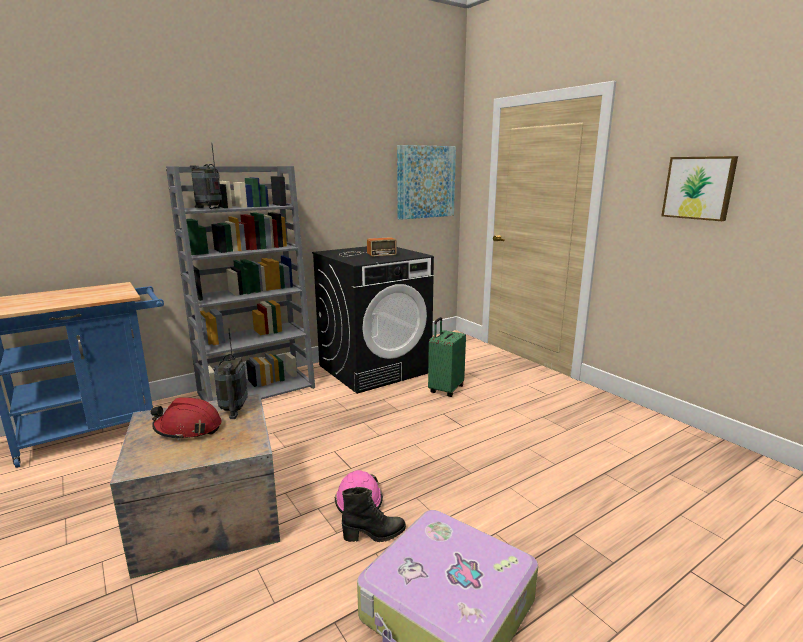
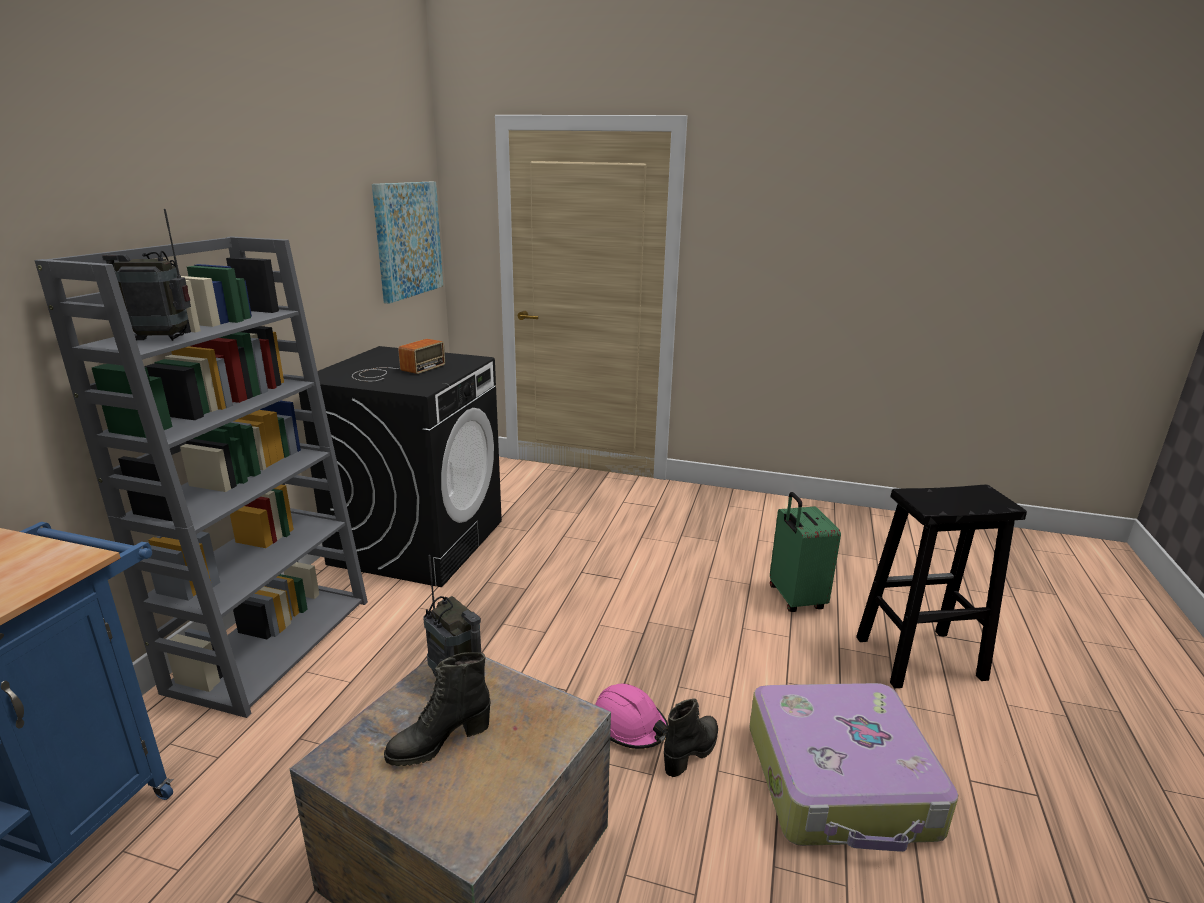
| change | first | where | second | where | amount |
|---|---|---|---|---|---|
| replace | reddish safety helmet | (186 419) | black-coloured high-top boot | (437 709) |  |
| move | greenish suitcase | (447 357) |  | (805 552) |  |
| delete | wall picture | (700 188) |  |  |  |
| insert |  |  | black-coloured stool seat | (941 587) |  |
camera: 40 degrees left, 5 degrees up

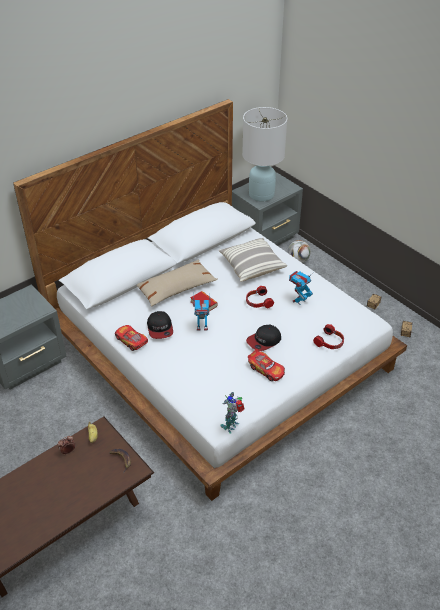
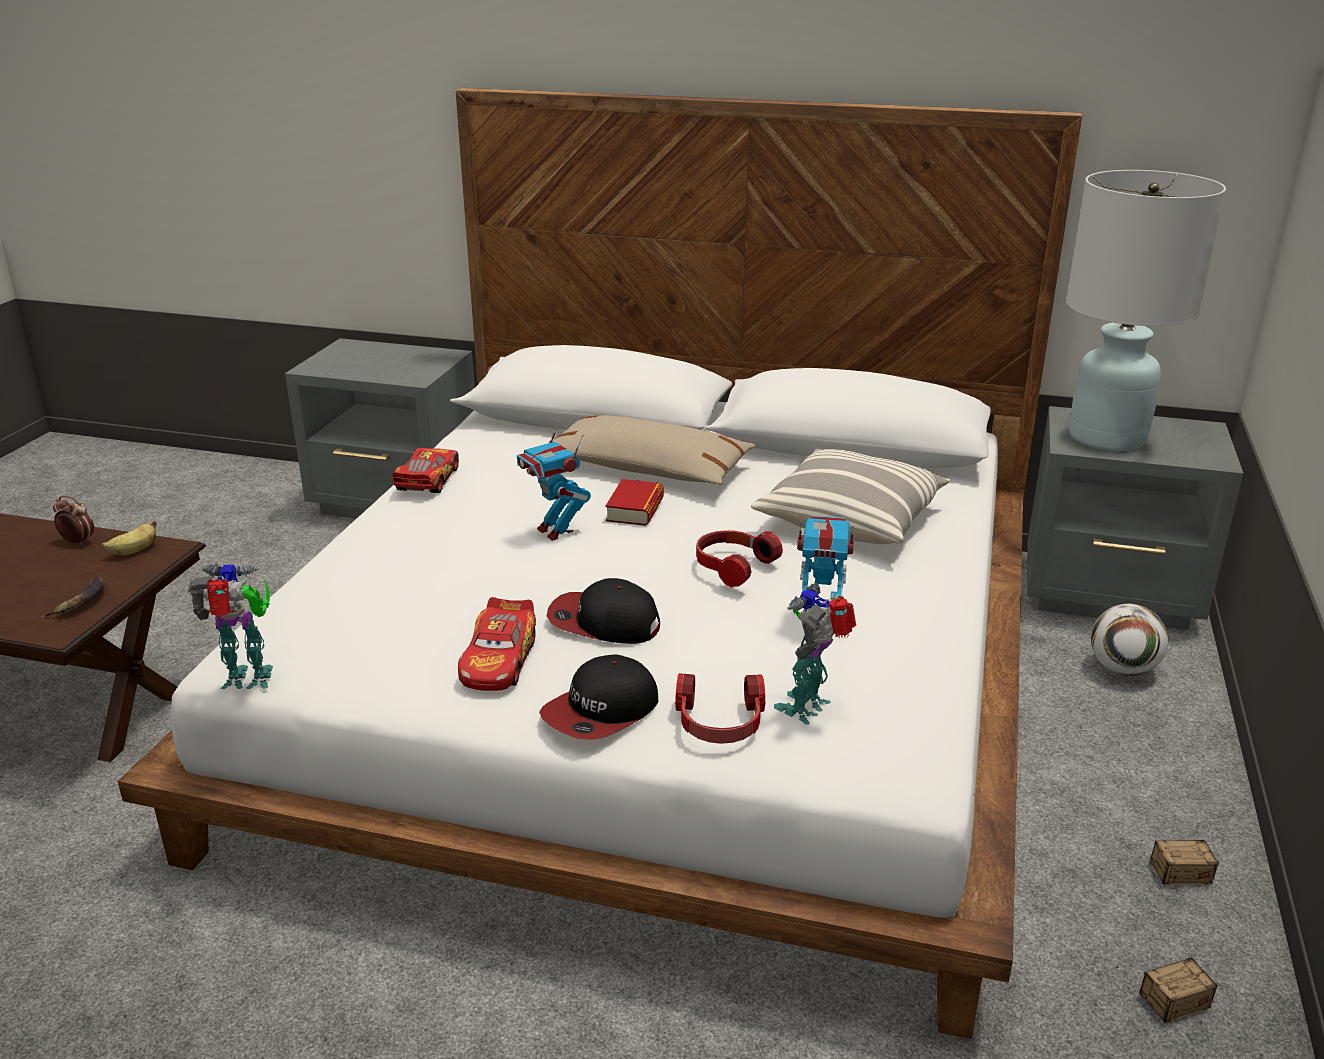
| change | first | where | second | where | amount |
|---|---|---|---|---|---|
| move | baseball cap | (160 325) |  | (598 697) |  |
| insert |  |  | toy robot | (815 654) |  |
camera: 55 degrees right, 15 degrees down

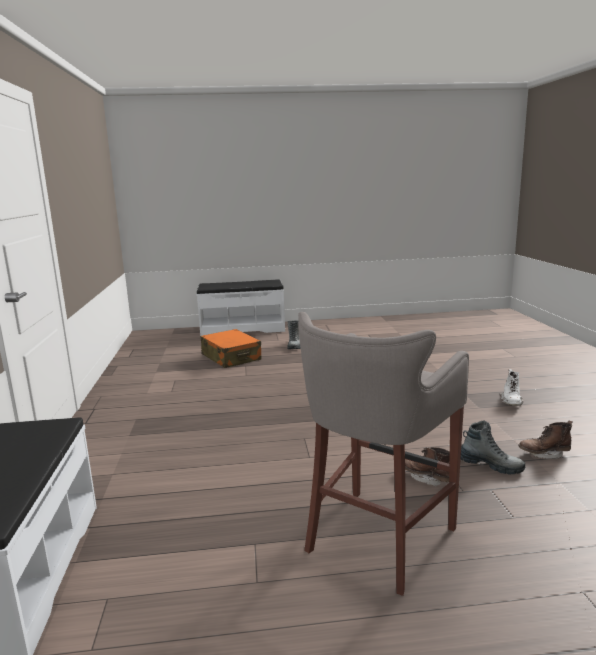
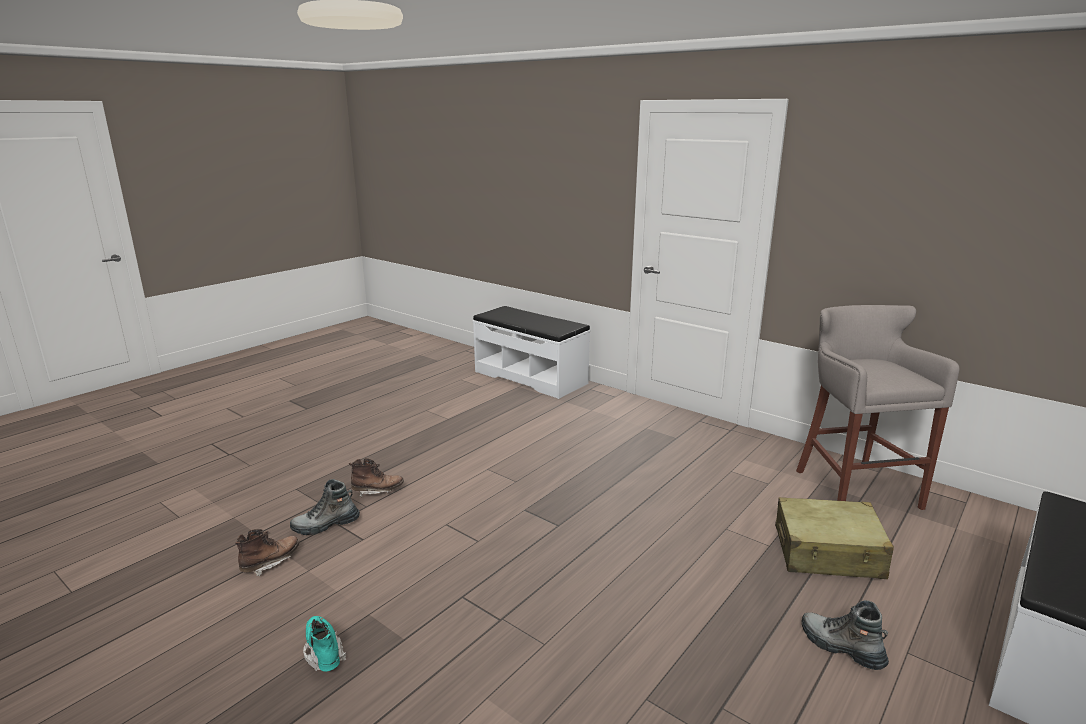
| change | first | where | second | where | amount |
|---|---|---|---|---|---|
| recolor | orange-coloured suitcase | (231 348) | beige suitcase | (834 538) |  |
| move | greyish stool seat | (383 454) |  | (878 407) |  |
| recolor | whitish high-top boot | (512 387) | blue-green high-top boot | (324 644) |  |
camera: 135 degrees right, 5 degrees up

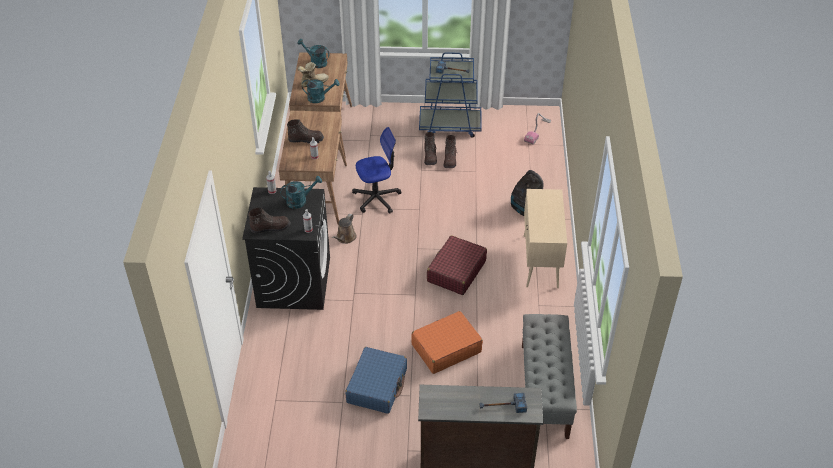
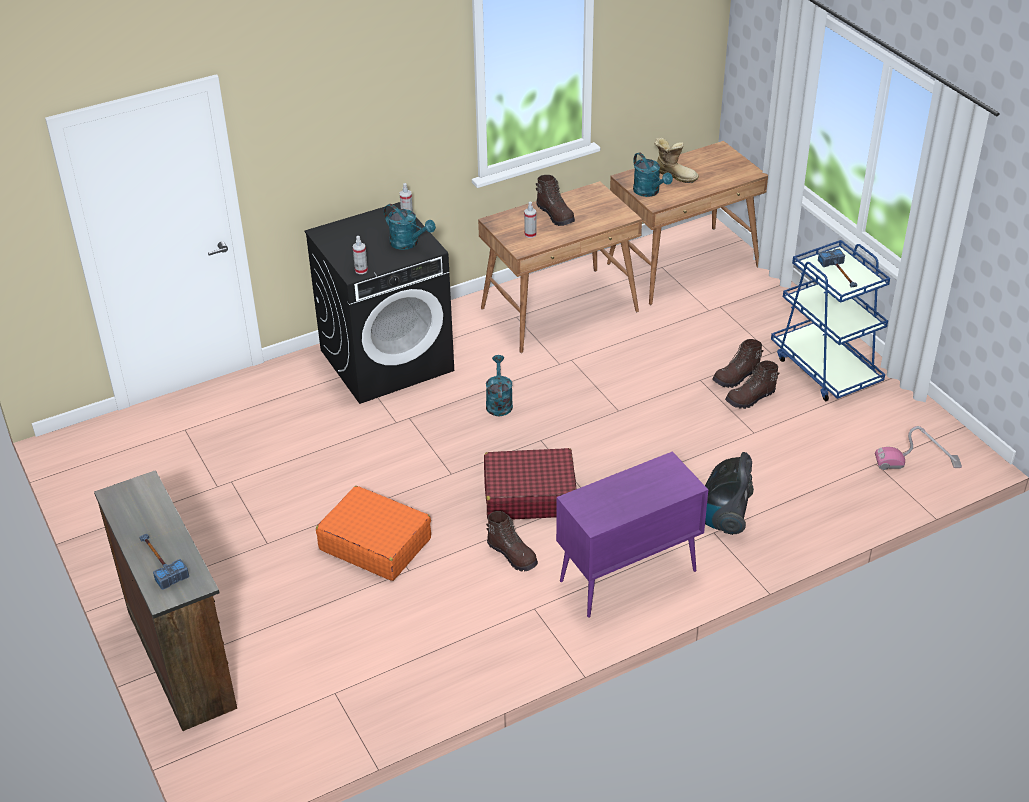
| change | first | where | second | where | amount |
|---|---|---|---|---|---|
| move | brown-coloured high-top boot | (269 220) |  | (512 541) |  |
| move | blue-green sprinkling can | (313 53) |  | (499 385) |  |
| delete | brown-coloured sprinkling can | (344 229) |  |  |  |
| delete | blue-coloured suitcase | (376 380) |  |  |  |
| delete | desk chair | (377 170) |  |  |  |
| delete | greyish long seat | (549 376) |  |  |  |
| recolor | beige storage cabinet | (545 238) | purplish storage cabinet | (632 534) |  |
camera: 60 degrees right, 5 degrees down

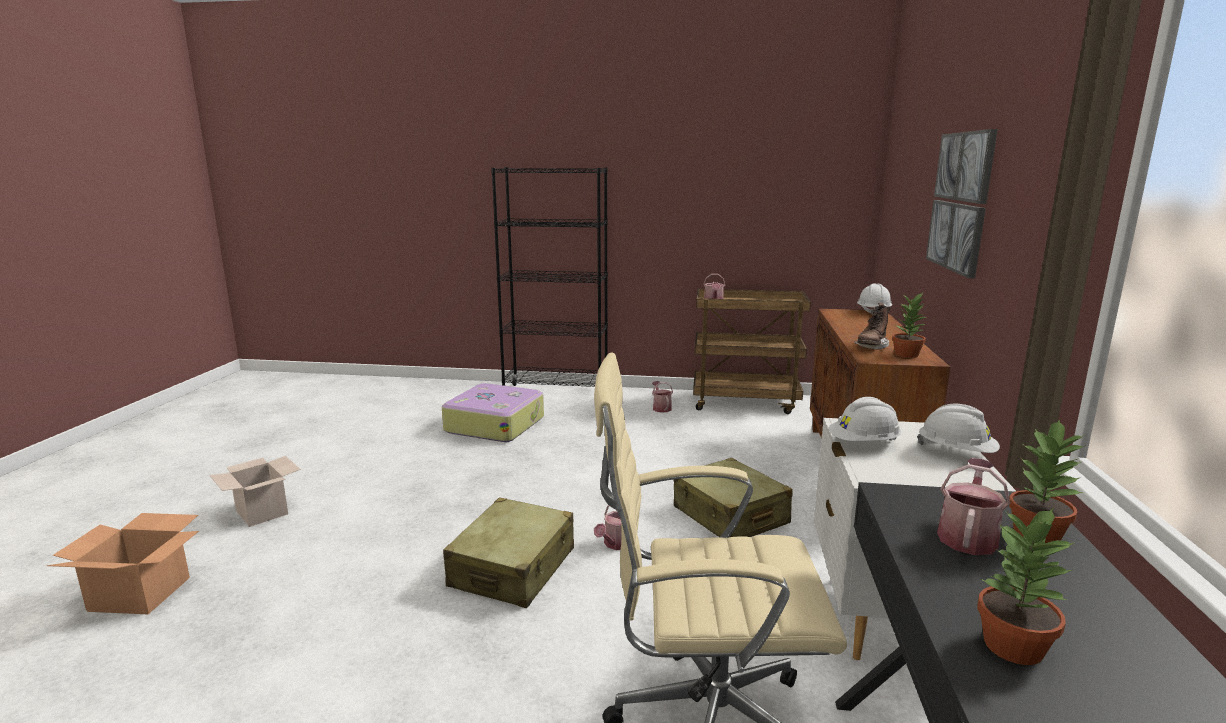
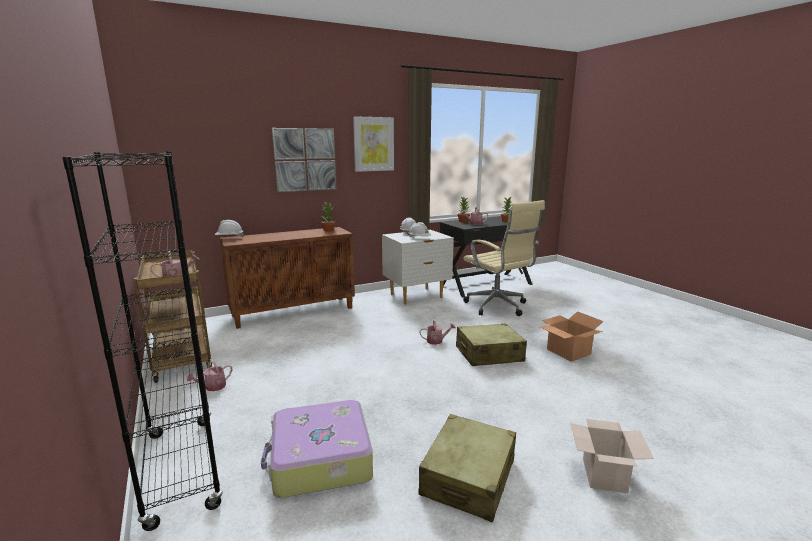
| change | first | where | second | where | amount |
|---|---|---|---|---|---|
| move | carton | (123 563) |  | (571 336) |  |
| move | beige suitcase | (733 497) |  | (467 468) |  |
| delete | brown-coloured high-top boot | (873 326) |  |  |  |
| insert |  |  | wall picture | (373 144) |  |
camera: 125 degrees left, 0 degrees up

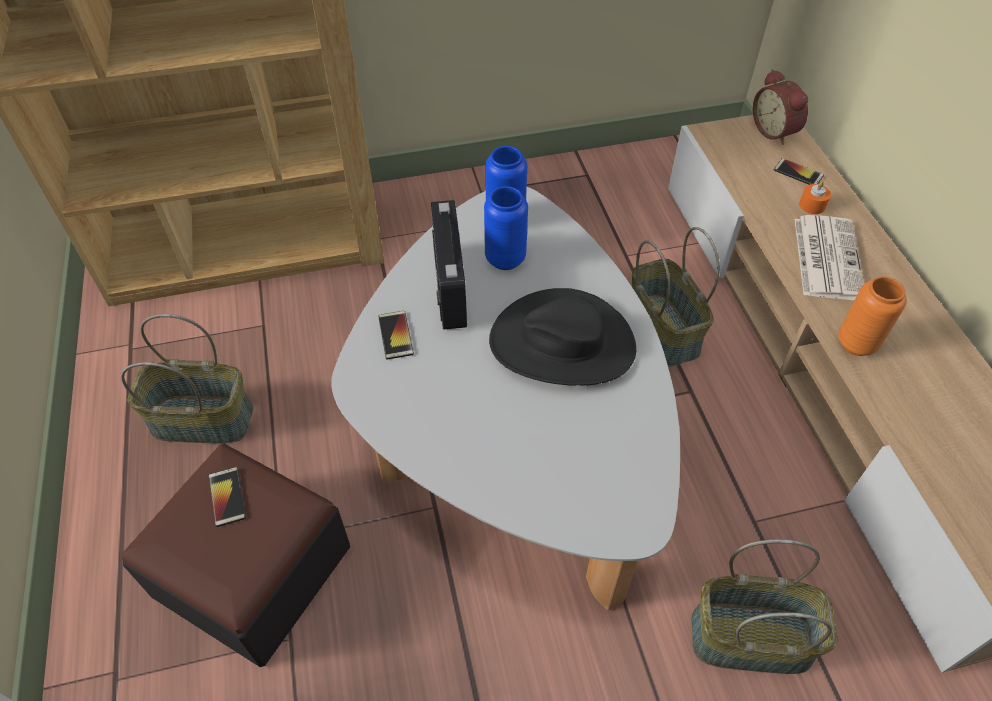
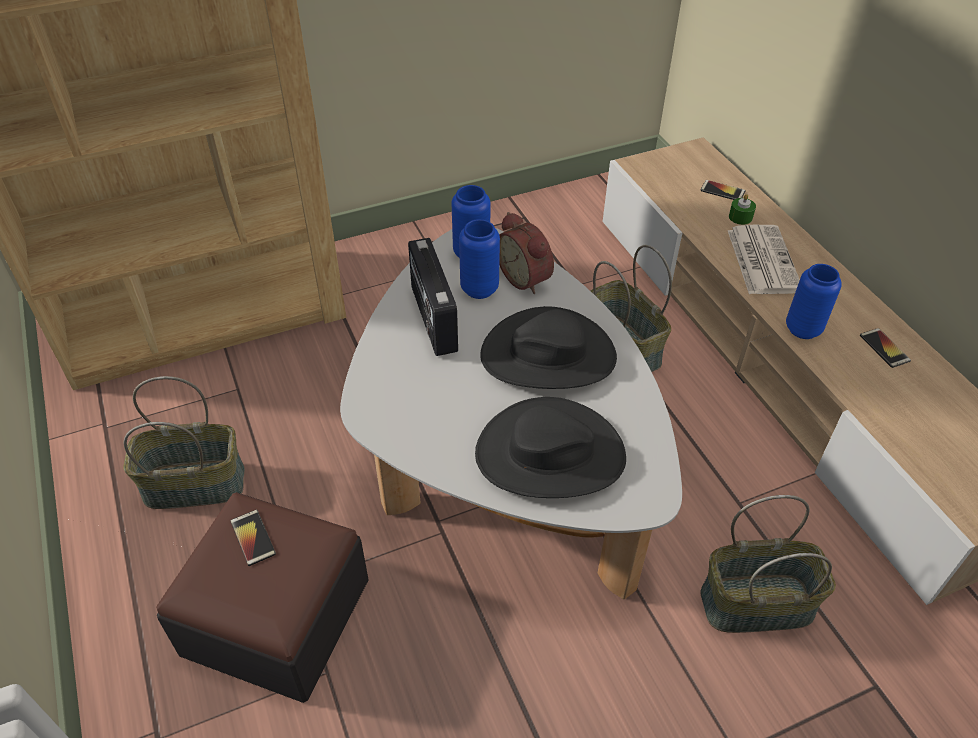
| change | first | where | second | where | amount |
|---|---|---|---|---|---|
| move | handset | (396 335) |  | (885 348) |  |
| move | table clock | (780 107) |  | (526 253) |  |
| recolor | orange-coloured candle | (815 197) | greenish candle | (742 209) |  |
| recolor | orange-coloured decorative vase | (872 316) | blue-coloured decorative vase | (814 301) |  |
| insert |  |  | black-coloured hat | (550 447) |  |
camera: 10 degrees left, 5 degrees down

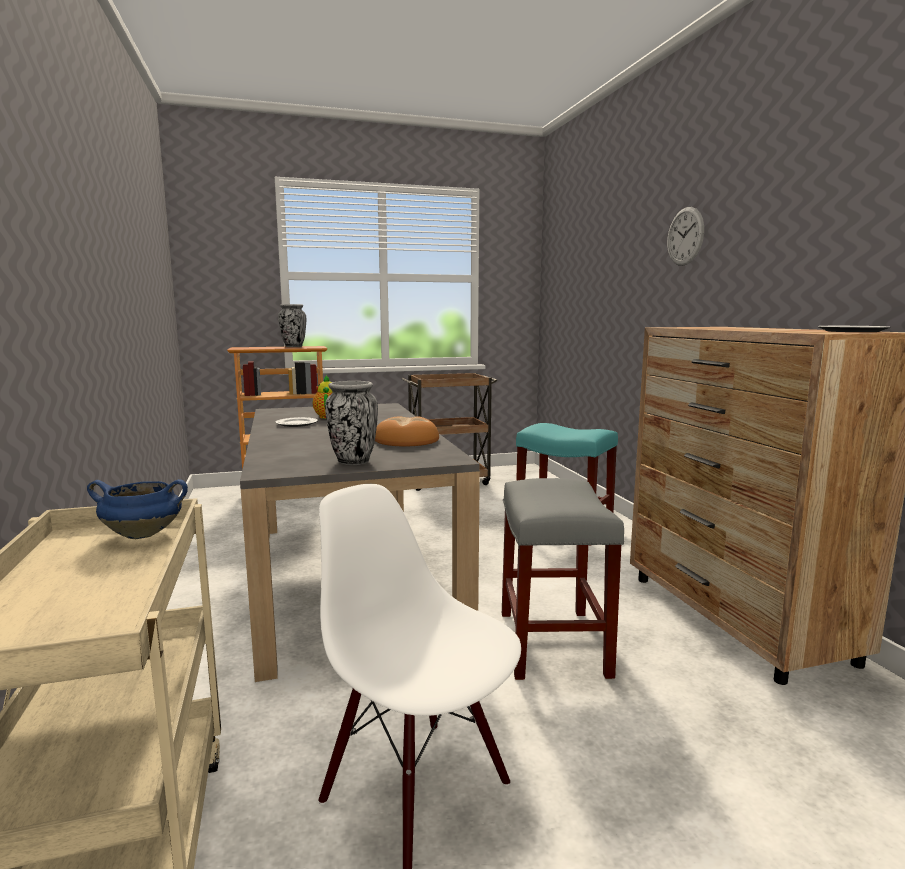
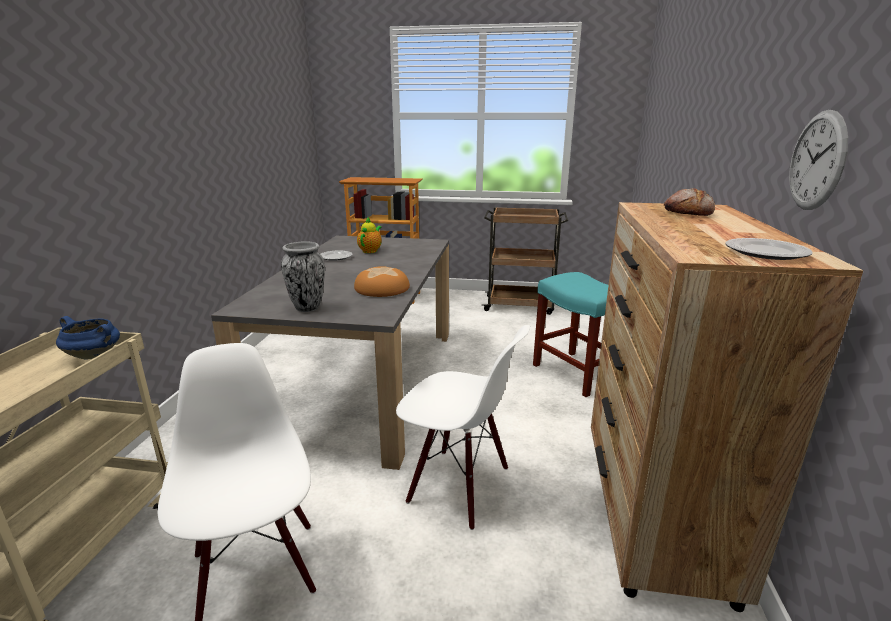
| change | first | where | second | where | amount |
|---|---|---|---|---|---|
| delete | decorative vase | (292 325) |  |  |  |
| replace | greyish stool seat | (563 579) | whitish upright chair | (463 427) |  |
| move | clock on the wall | (685 236) |  | (818 160) |  |
| insert |  |  | bread | (689 202) |  |
camera: 25 degrees right, 10 degrees up

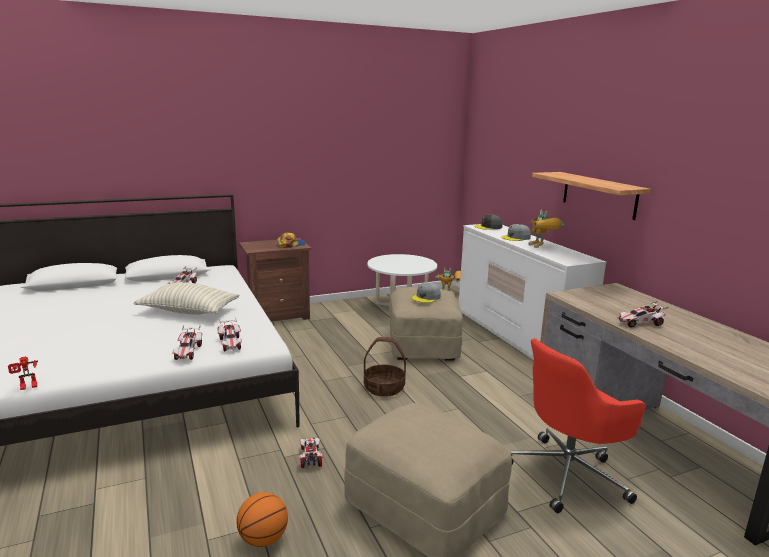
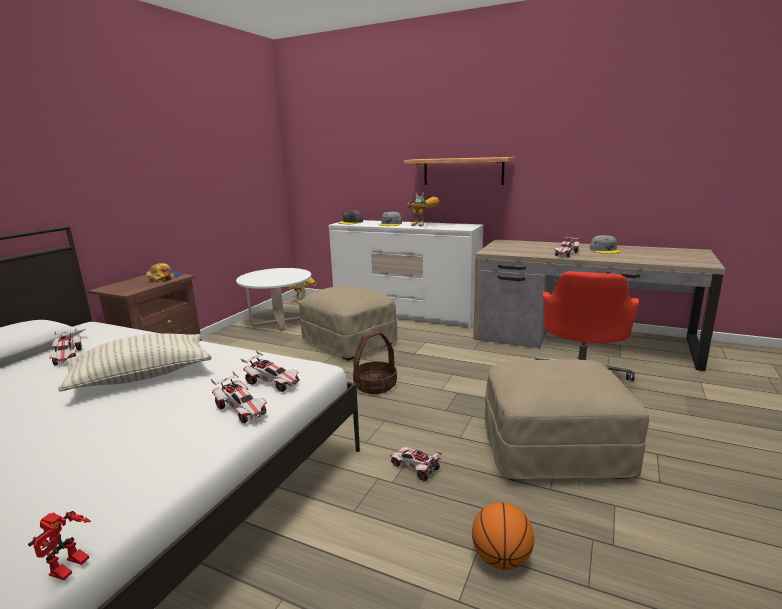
| change | first | where | second | where | amount |
|---|---|---|---|---|---|
| move | greyish baseball cap | (426 292) |  | (605 244) |  |
camera: 40 degrees left, 0 degrees up

